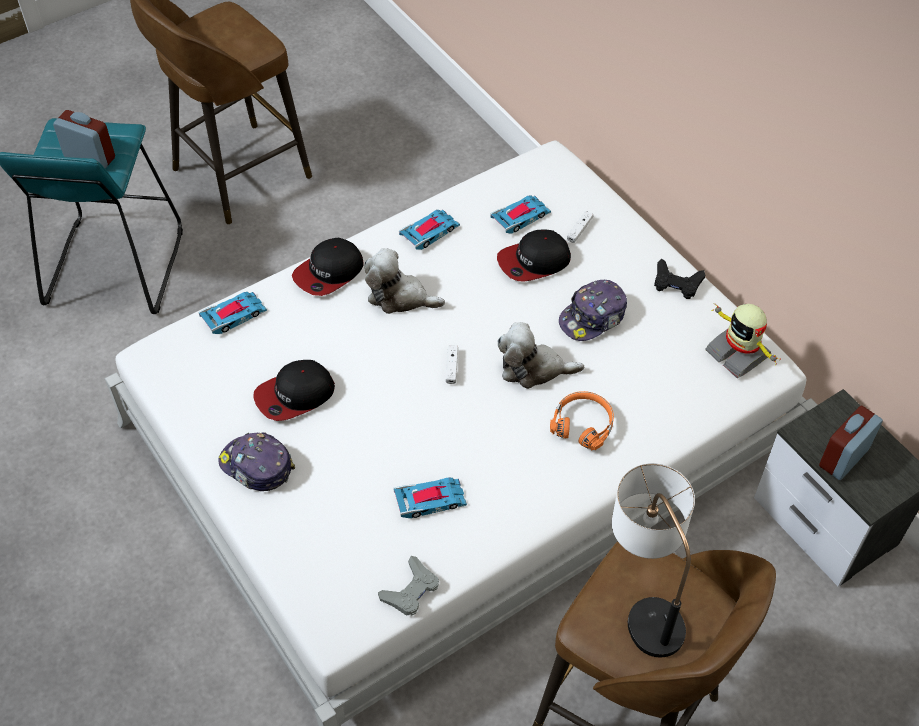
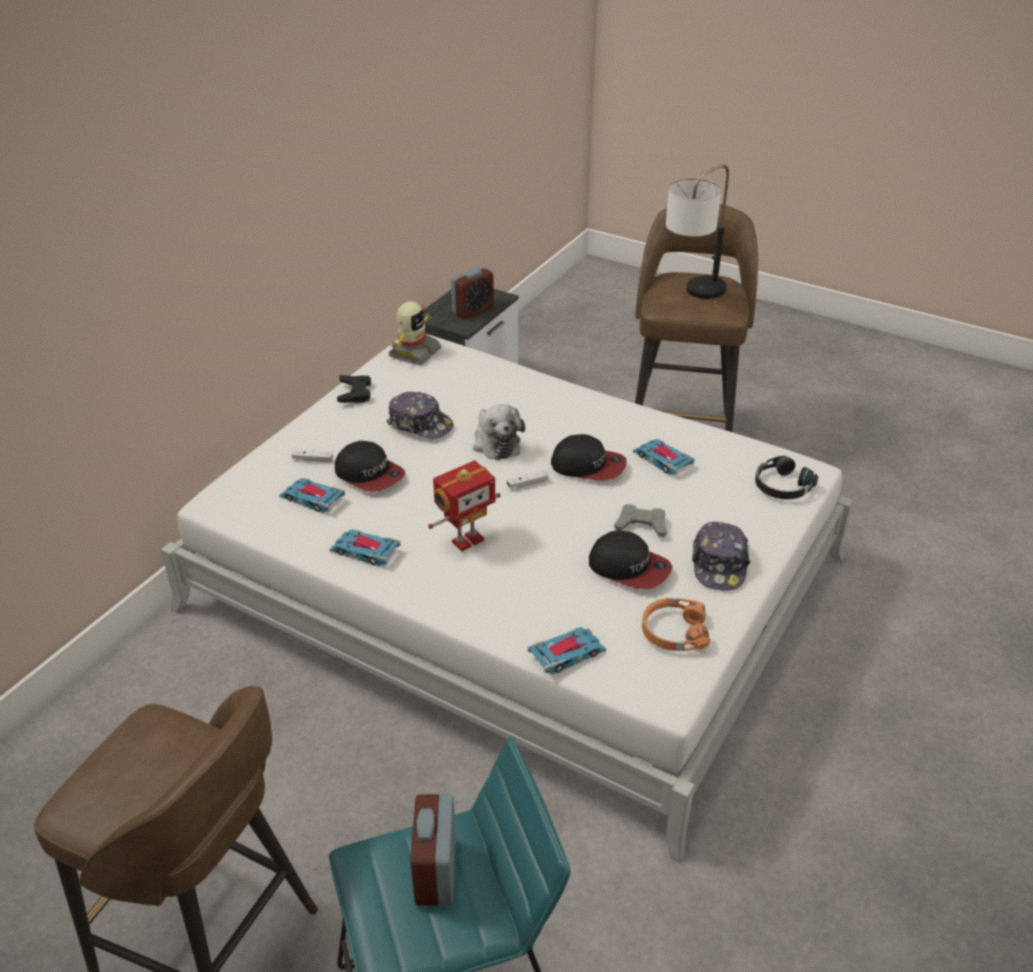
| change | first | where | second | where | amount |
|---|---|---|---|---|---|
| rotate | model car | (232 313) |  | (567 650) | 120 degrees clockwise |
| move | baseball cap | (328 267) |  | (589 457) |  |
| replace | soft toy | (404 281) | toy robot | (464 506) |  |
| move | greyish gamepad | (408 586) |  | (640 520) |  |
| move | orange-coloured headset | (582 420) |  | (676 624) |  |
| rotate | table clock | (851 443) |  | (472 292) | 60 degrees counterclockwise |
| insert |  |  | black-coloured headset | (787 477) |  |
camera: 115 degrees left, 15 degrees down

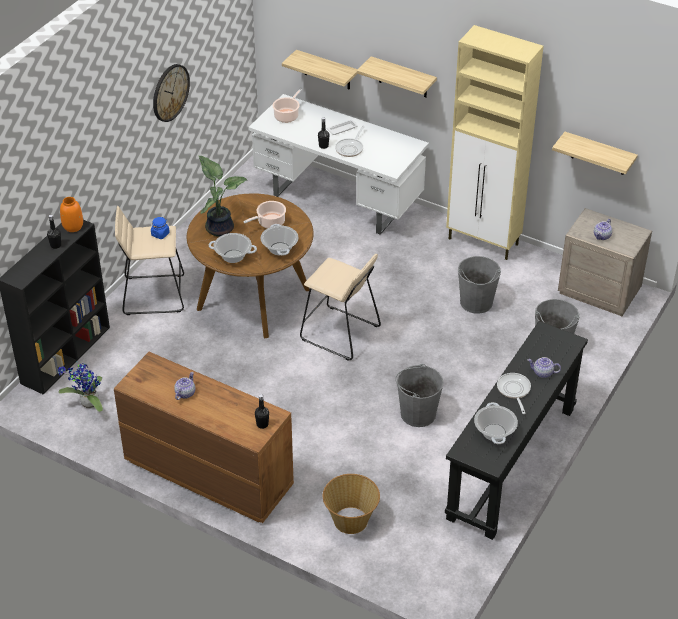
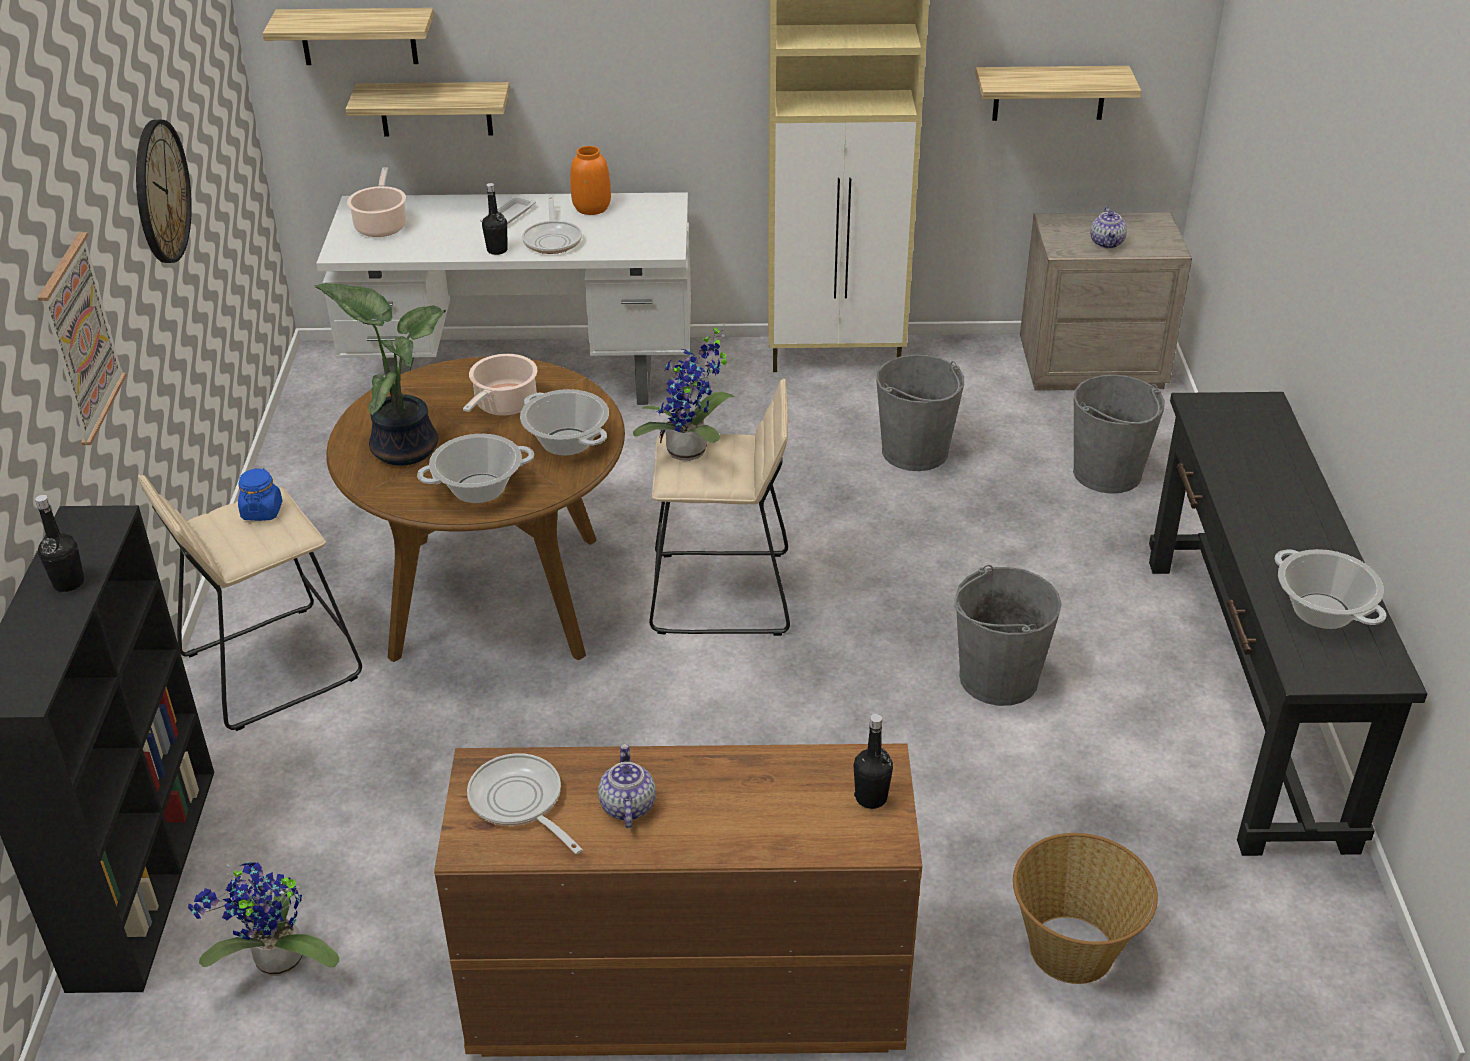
| change | first | where | second | where | amount |
|---|---|---|---|---|---|
| move | orange-coloured decorative vase | (71 214) |  | (590 180) |  |
| move | wall shelf | (397 76) |  | (348 36) |  |
| move | skillet | (514 393) |  | (525 804) |  |
| delete | tea pot | (544 367) |  |  |  |
| insert |  |  | wall picture | (82 338) |  |
| insert |  |  | plant in a pot | (684 392) |  |
camera: 30 degrees left, 5 degrees down

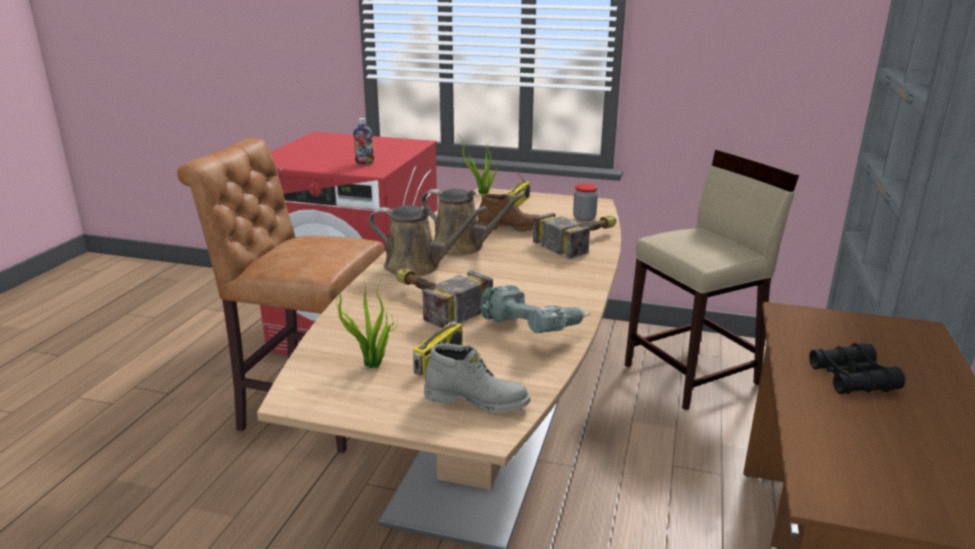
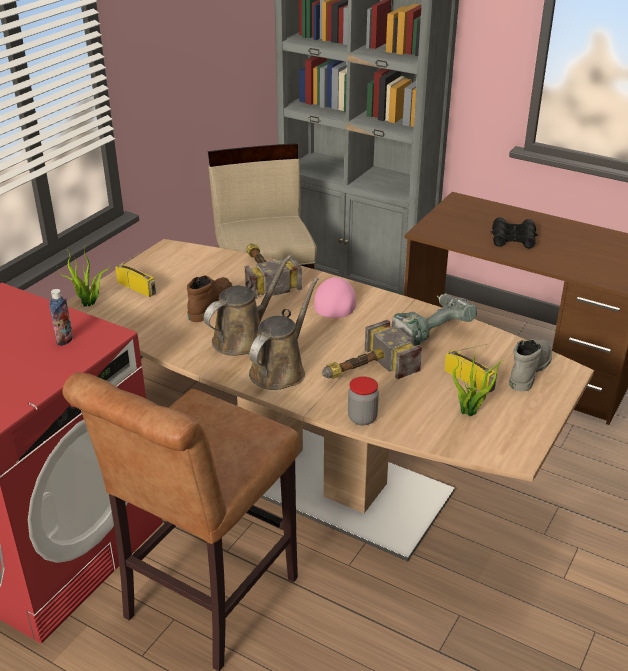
| change | first | where | second | where | amount |
|---|---|---|---|---|---|
| move | preserve jar | (585 203) |  | (363 400) |  |
| insert |  |  | pink-coloured baseball cap | (335 297) |  |
camera: 75 degrees left, 10 degrees up

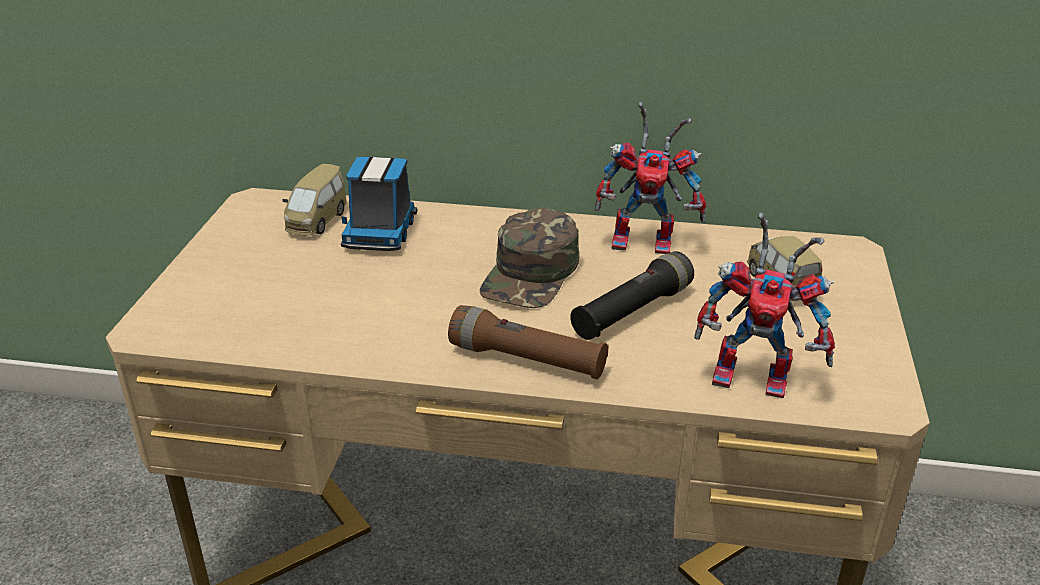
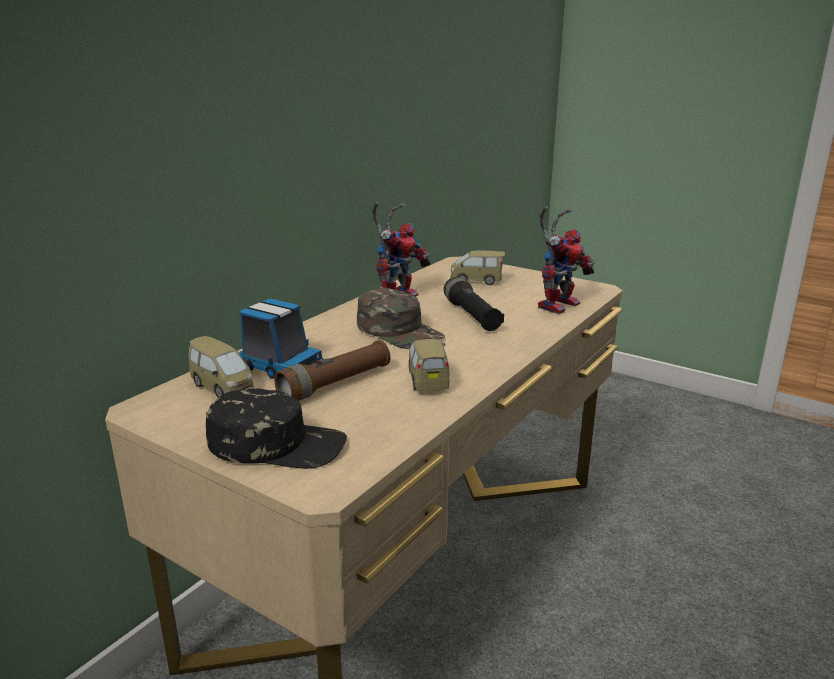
| change | first | where | second | where | amount |
|---|---|---|---|---|---|
| move | brown-coloured flashlight | (528 342) |  | (332 370) |  |
| insert |  |  | black-coloured baseball cap | (276 428) |  |
| insert |  |  | model car | (427 365) |  |
camera: 65 degrees left, 10 degrees down

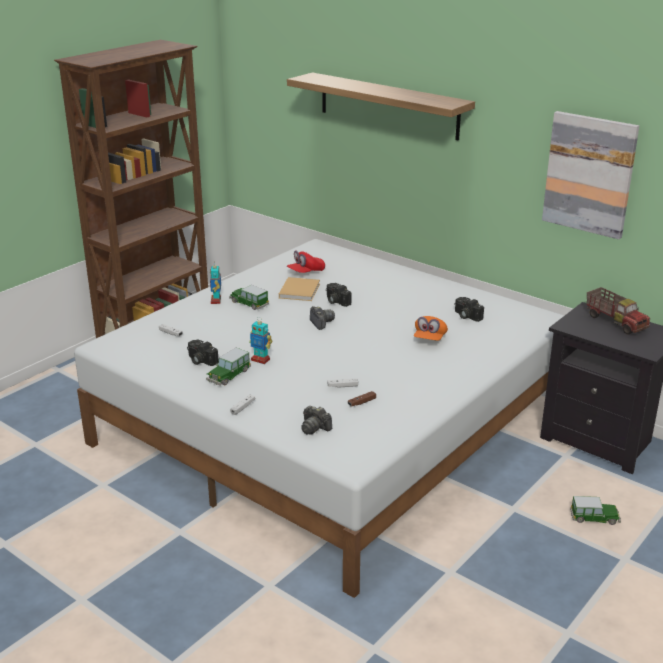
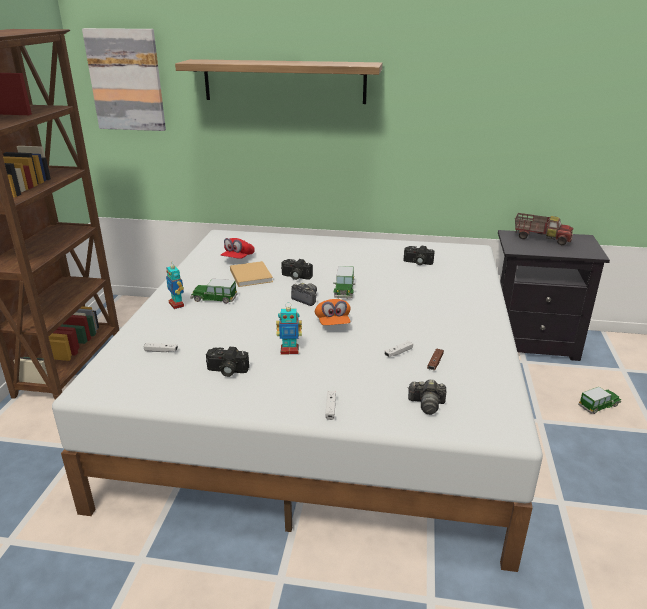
| change | first | where | second | where | amount |
|---|---|---|---|---|---|
| move | model car | (228 367) |  | (344 282) |  |
| move | orange-coloured baseball cap | (431 328) |  | (332 312) |  |
| move | wall picture | (590 175) |  | (124 79) |  |
camera: 30 degrees left, 0 degrees up

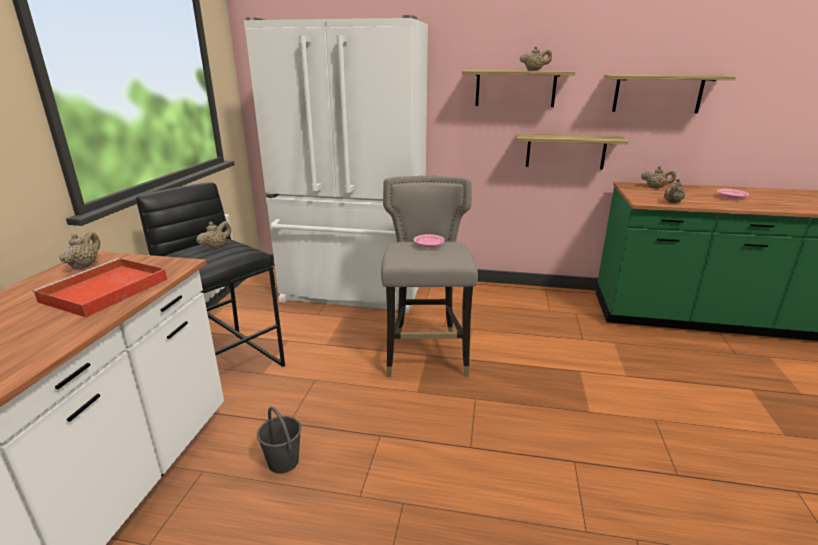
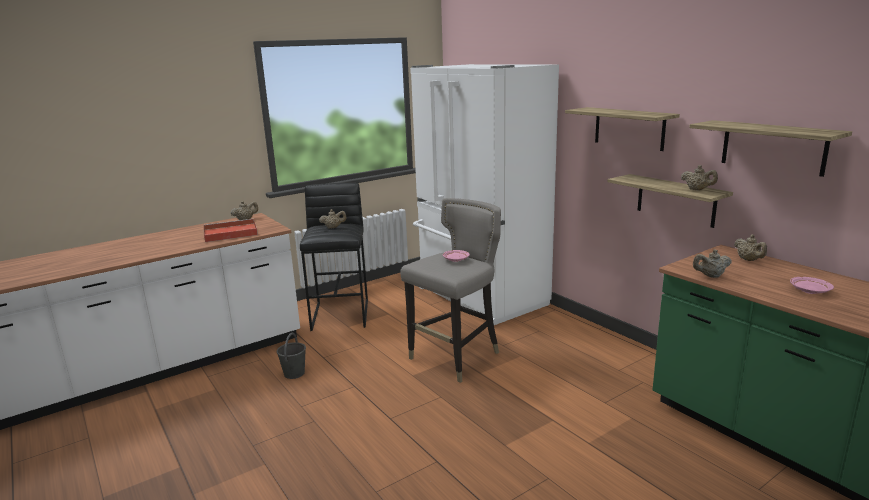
| change | first | where | second | where | amount |
|---|---|---|---|---|---|
| move | beige tea pot | (536 58) |  | (699 177) |  |
camera: 45 degrees right, 5 degrees down

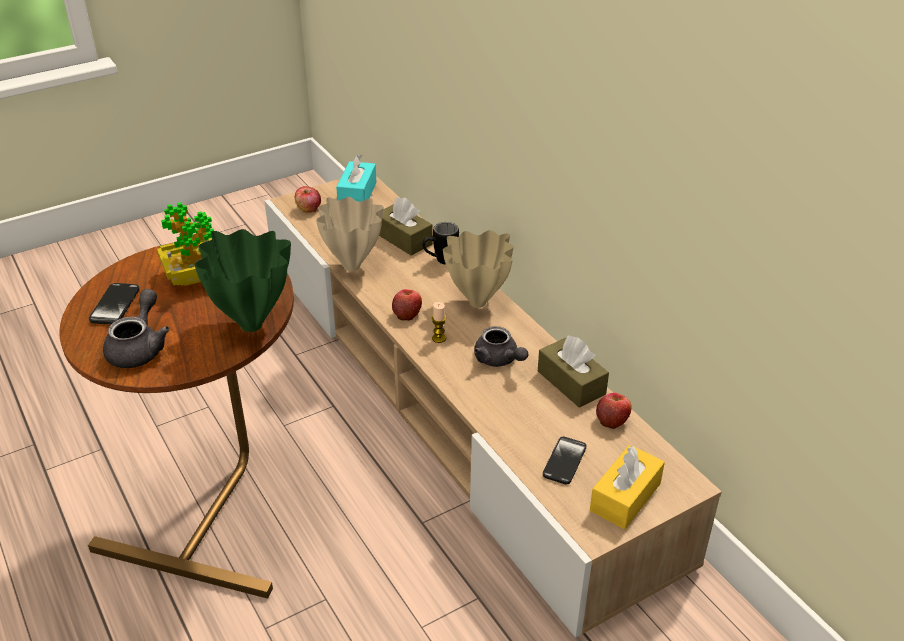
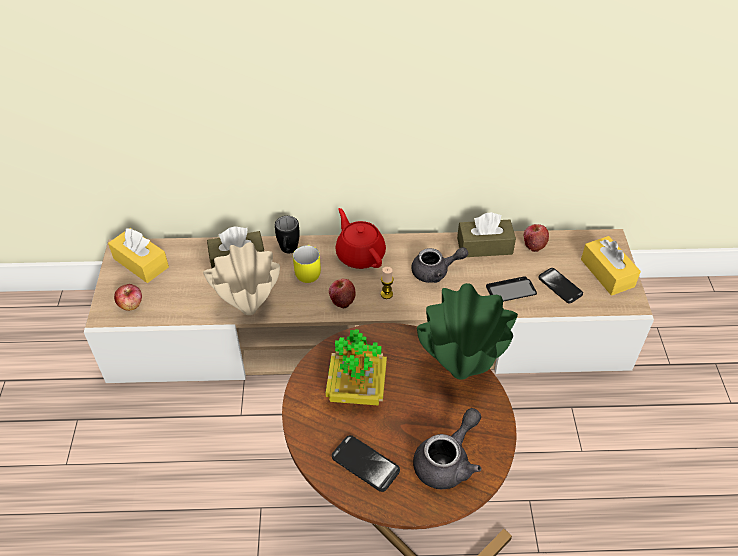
| change | first | where | second | where | amount |
|---|---|---|---|---|---|
| rotate | greyish tea pot | (136 328) |  | (447 448) | 90 degrees clockwise |
| recolor | blue-green tissue box | (356 178) | yellow tissue box | (138 255) |  |
| replace | beige decorative vase | (478 269) | reddish tea pot | (361 238) |  |
| insert |  |  | yellow mug | (307 264) |  |
| insert |  |  | handset | (511 289) |  |
camera: 60 degrees left, 10 degrees up

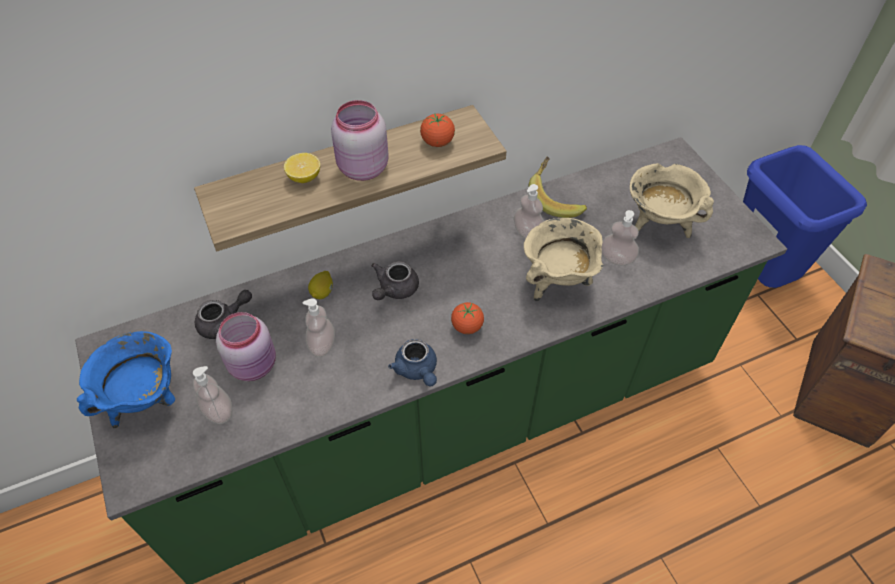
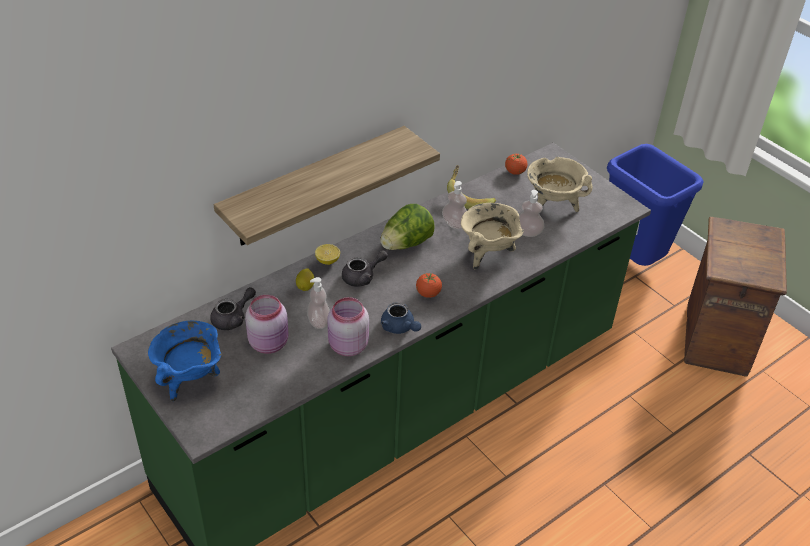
| change | first | where | second | where | amount |
|---|---|---|---|---|---|
| delete | liquid soap bottle | (212 395) |  |  |  |
| move | citrus fruit | (302 168) |  | (327 254) |  |
| move | pink-coloured preserve jar | (360 140) |  | (348 326) |  |
| rotate | greyish tea pot | (395 280) |  | (365 268) | 135 degrees counterclockwise |
| move | tomato | (437 130) |  | (516 164) |  |
| insert |  |  | lettuce | (407 227) |  |
camera: 15 degrees left, 10 degrees down

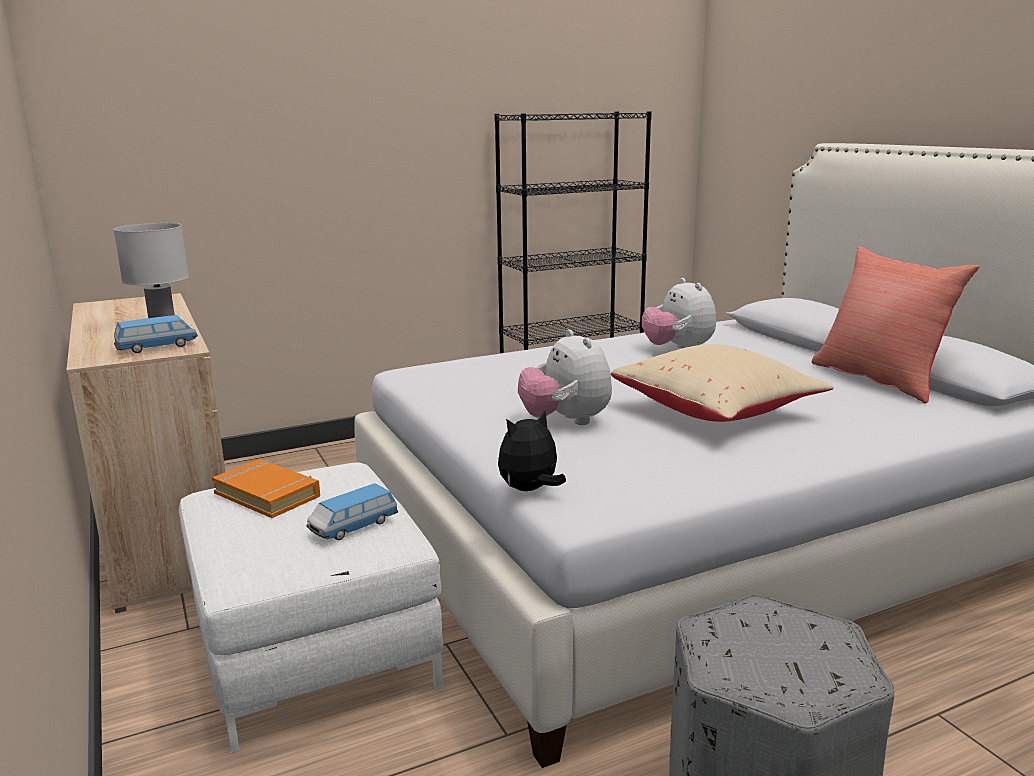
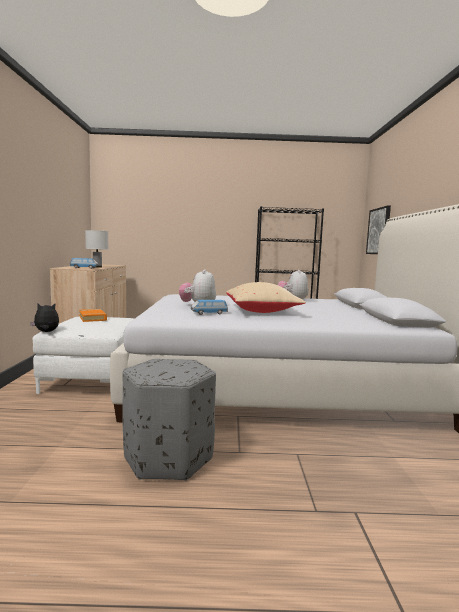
| change | first | where | second | where | amount |
|---|---|---|---|---|---|
| move | model car | (352 511) |  | (209 307) |  |
| move | soft toy | (532 450) |  | (44 317) |  |
| delete | reddish pillow | (896 325) |  |  |  |
| insert |  |  | wall picture | (378 229) |  |
camera: 25 degrees right, 10 degrees down

